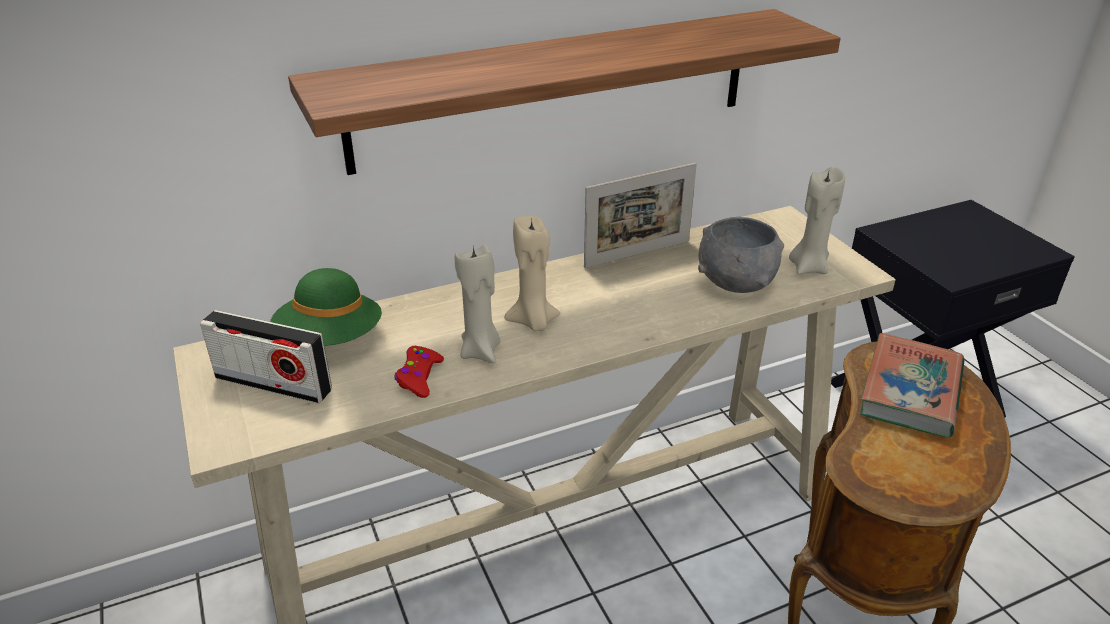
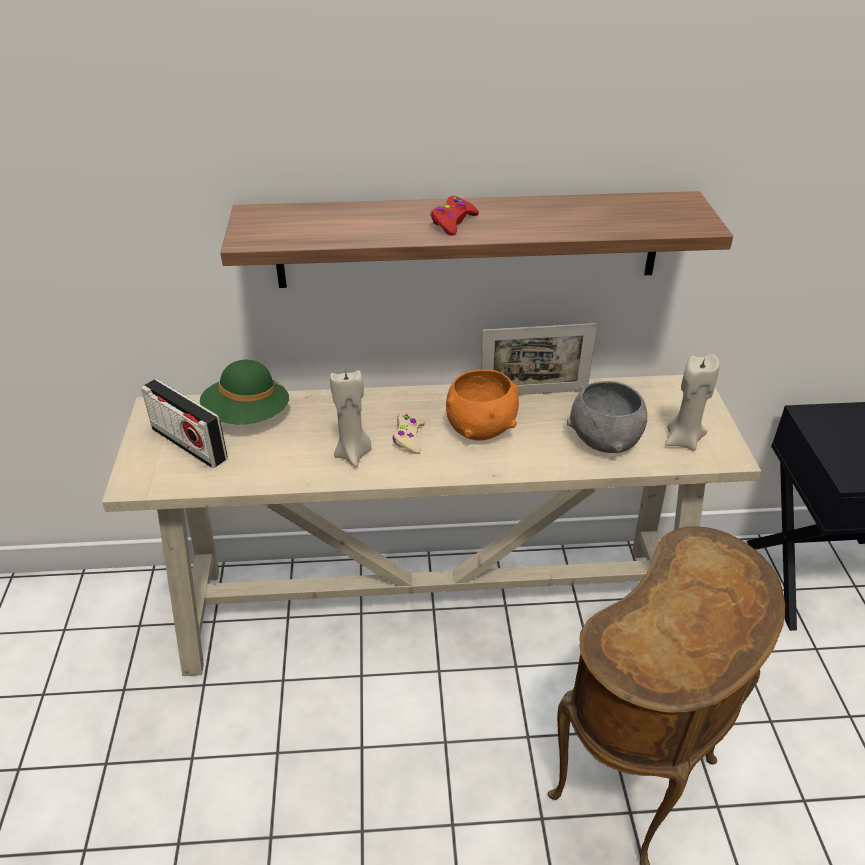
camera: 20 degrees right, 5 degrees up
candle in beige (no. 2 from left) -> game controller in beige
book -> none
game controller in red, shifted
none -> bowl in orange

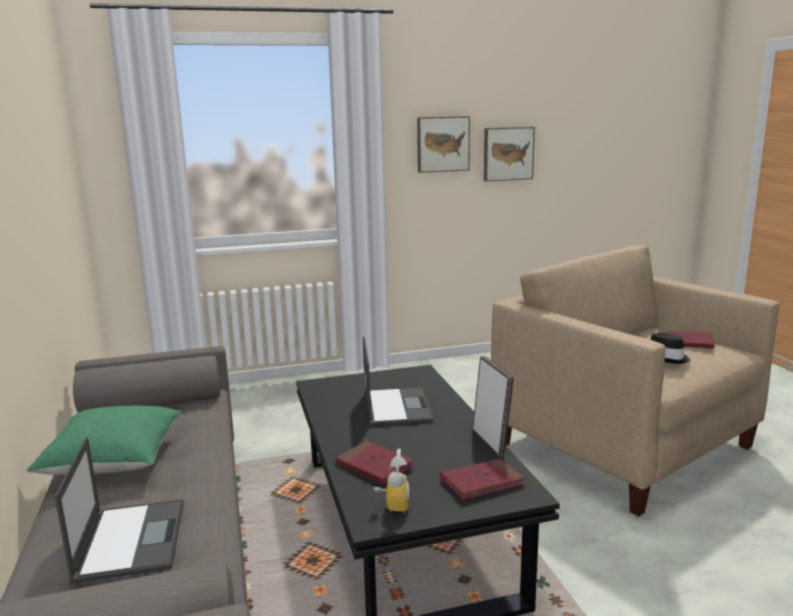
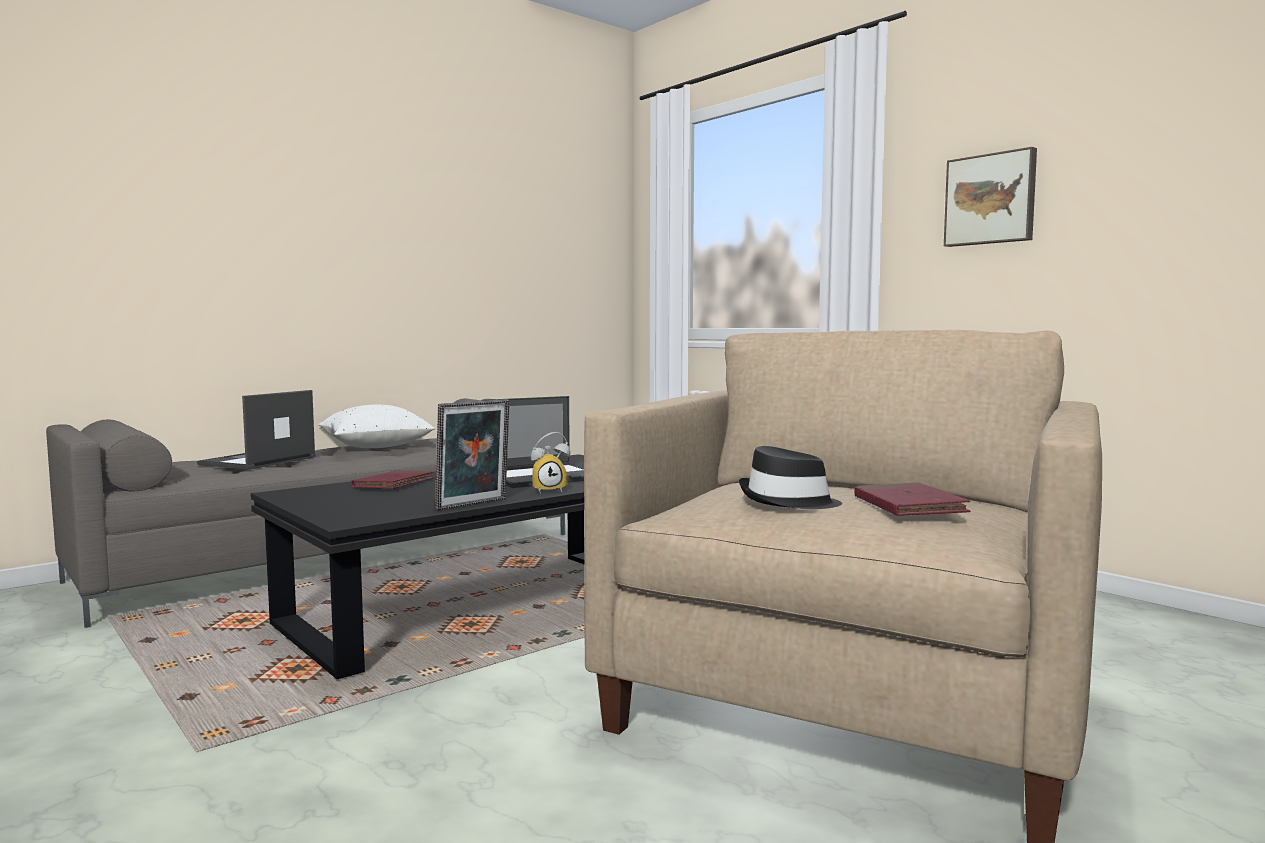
camera: 65 degrees right, 10 degrees down
picture (no. 2 from left) -> none
pillow in green -> pillow in white
laptop (no. 1 from left), 150 degrees clockwise
alarm clock, shifted
book in red (no. 2 from left) -> none

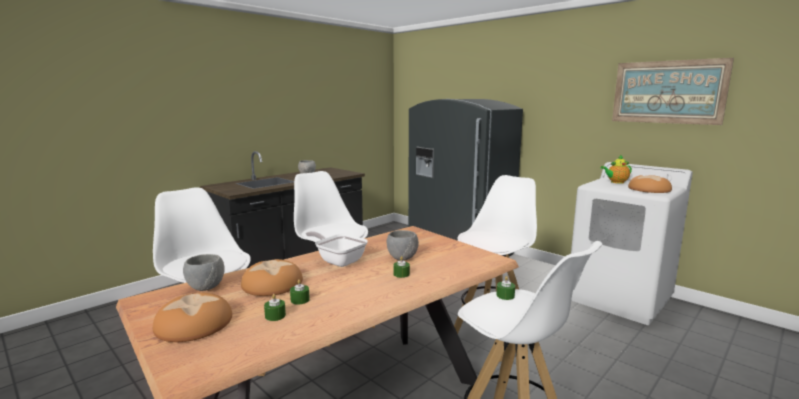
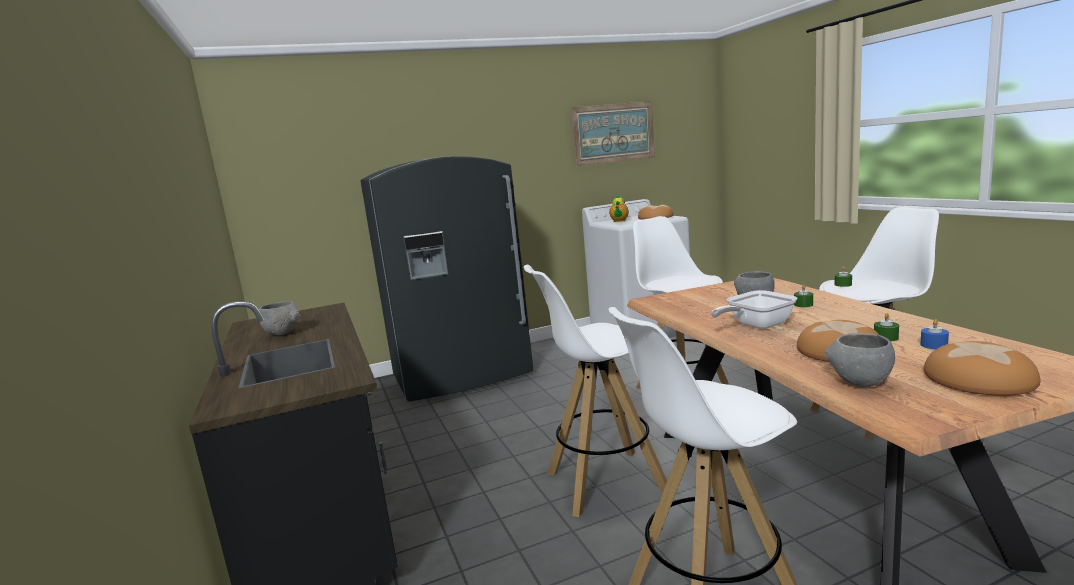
camera: 65 degrees left, 0 degrees up
candle in green (no. 1 from left) -> candle in blue

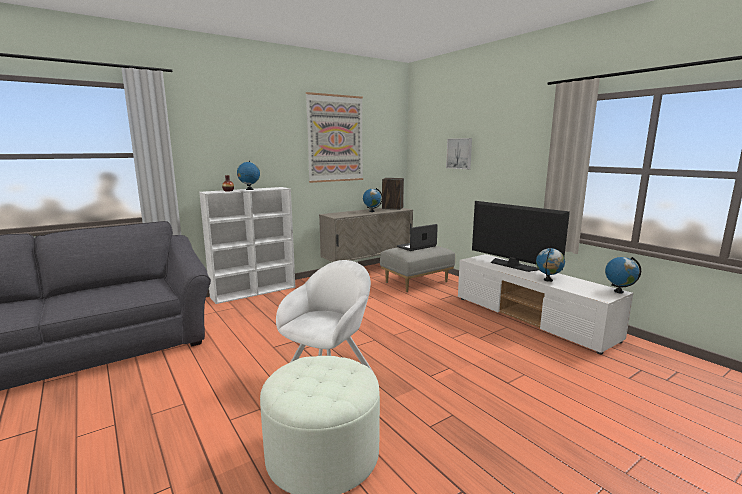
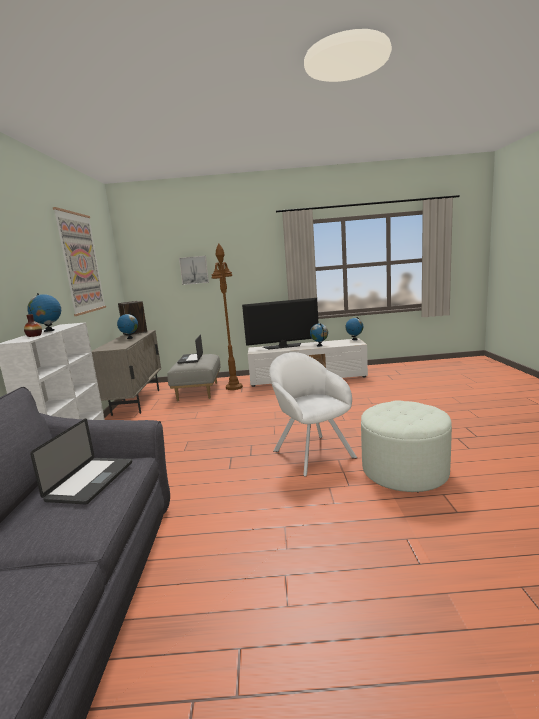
camera: 55 degrees left, 0 degrees up
none -> floor lamp in brown
none -> laptop (no. 1 from left)

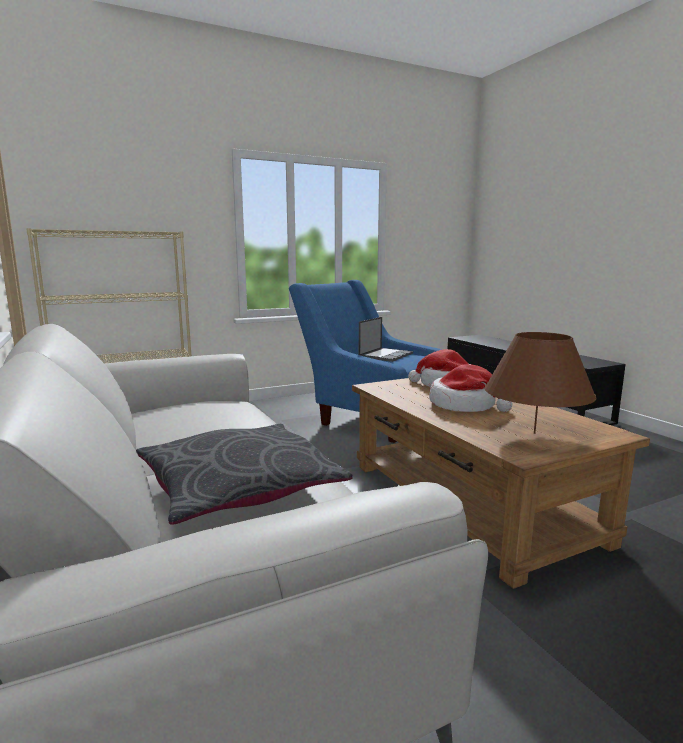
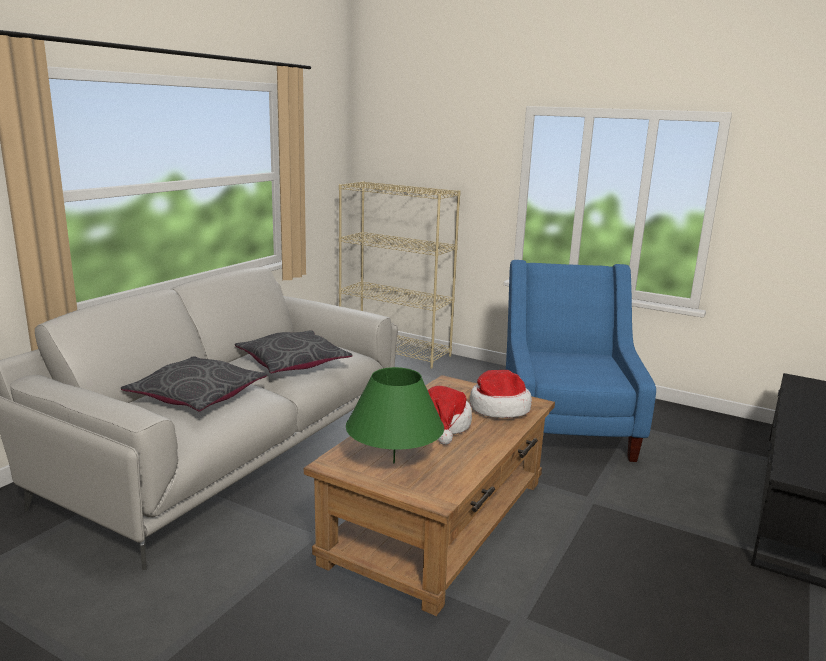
camera: 55 degrees right, 5 degrees up
laptop -> none
table lamp in brown -> table lamp in green
none -> pillow in grey (no. 2 from left)

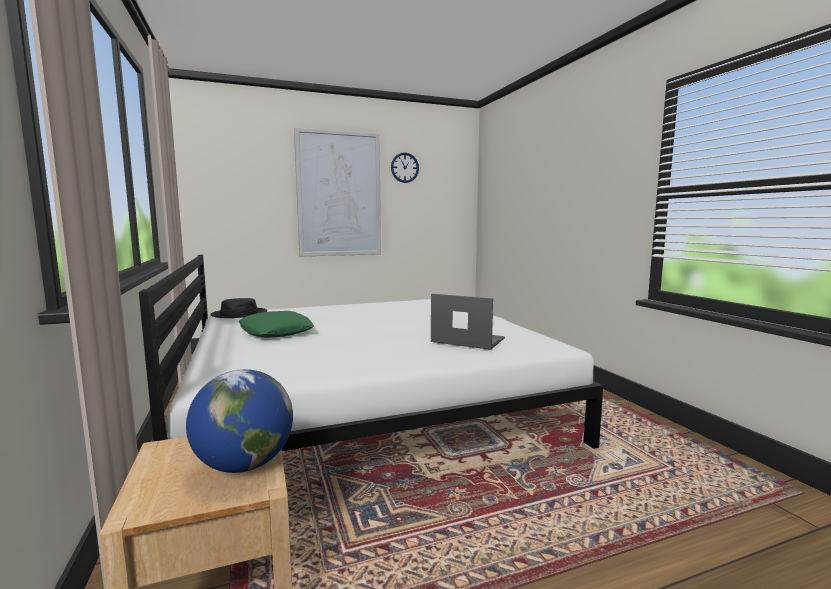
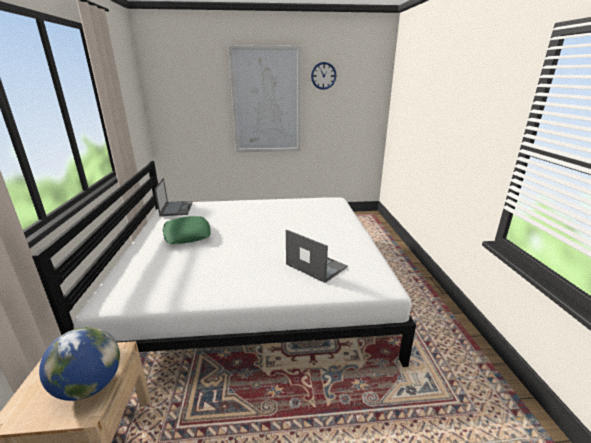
camera: 15 degrees right, 15 degrees up
hat in black -> laptop (no. 1 from left)

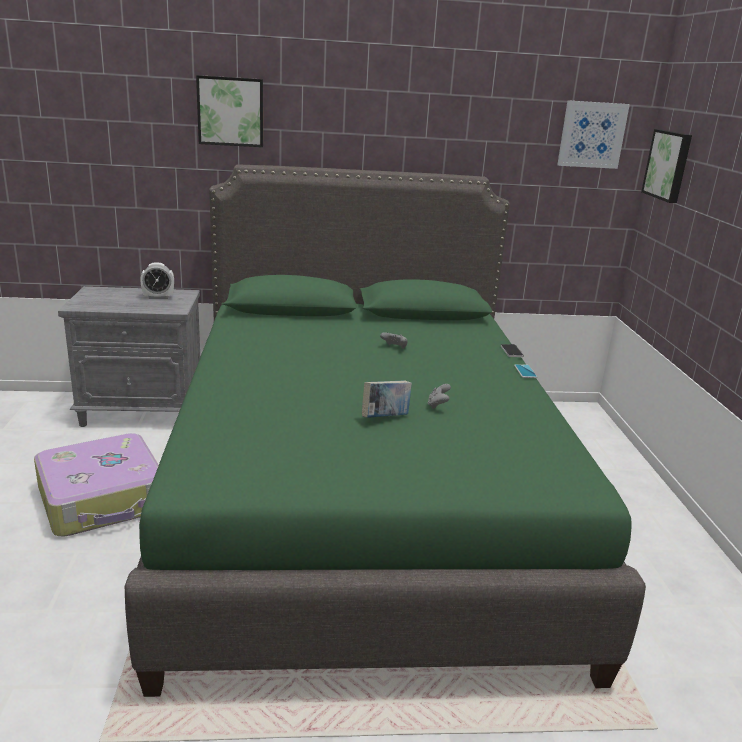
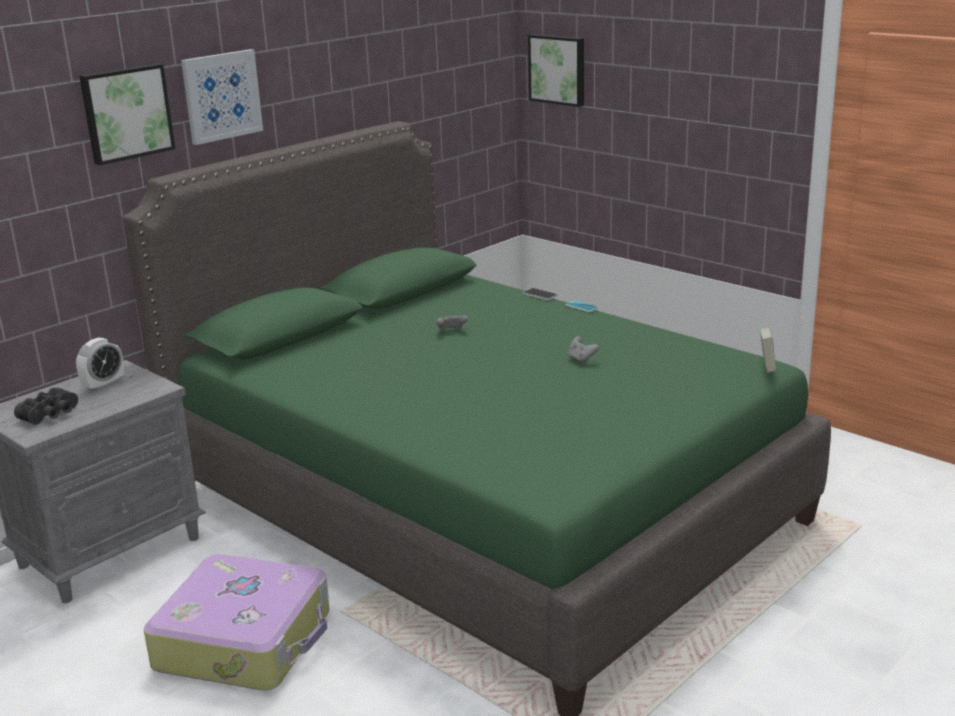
camera: 40 degrees left, 0 degrees up
picture (no. 2 from left), shifted
book, shifted
none -> binoculars in black

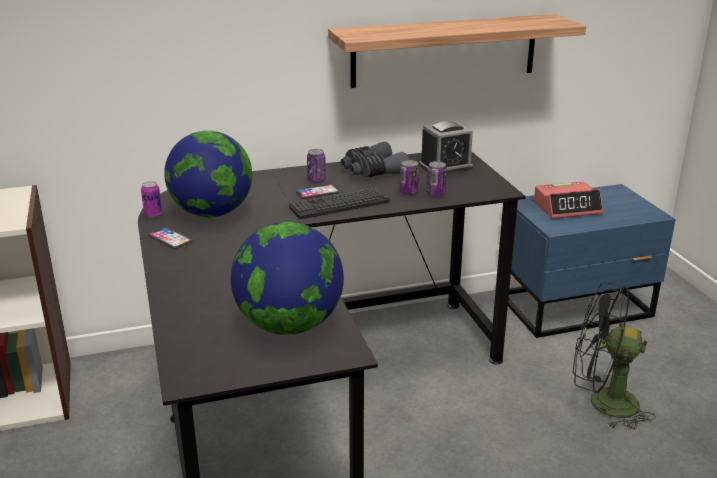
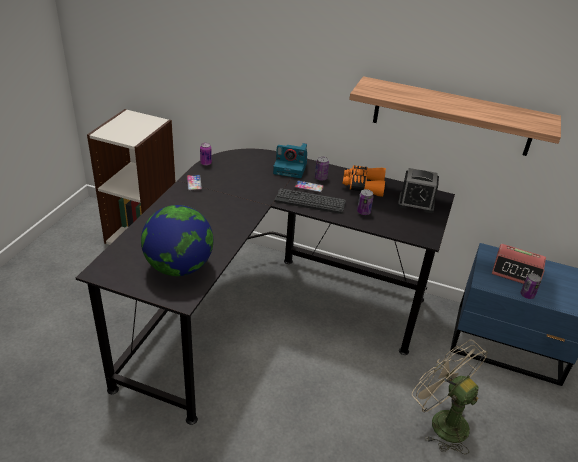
camera: 35 degrees right, 10 degrees up
globe (no. 1 from left) -> none
binoculars in grey -> binoculars in orange
can (no. 4 from left), shifted
fan in black -> fan in beige
none -> photo camera

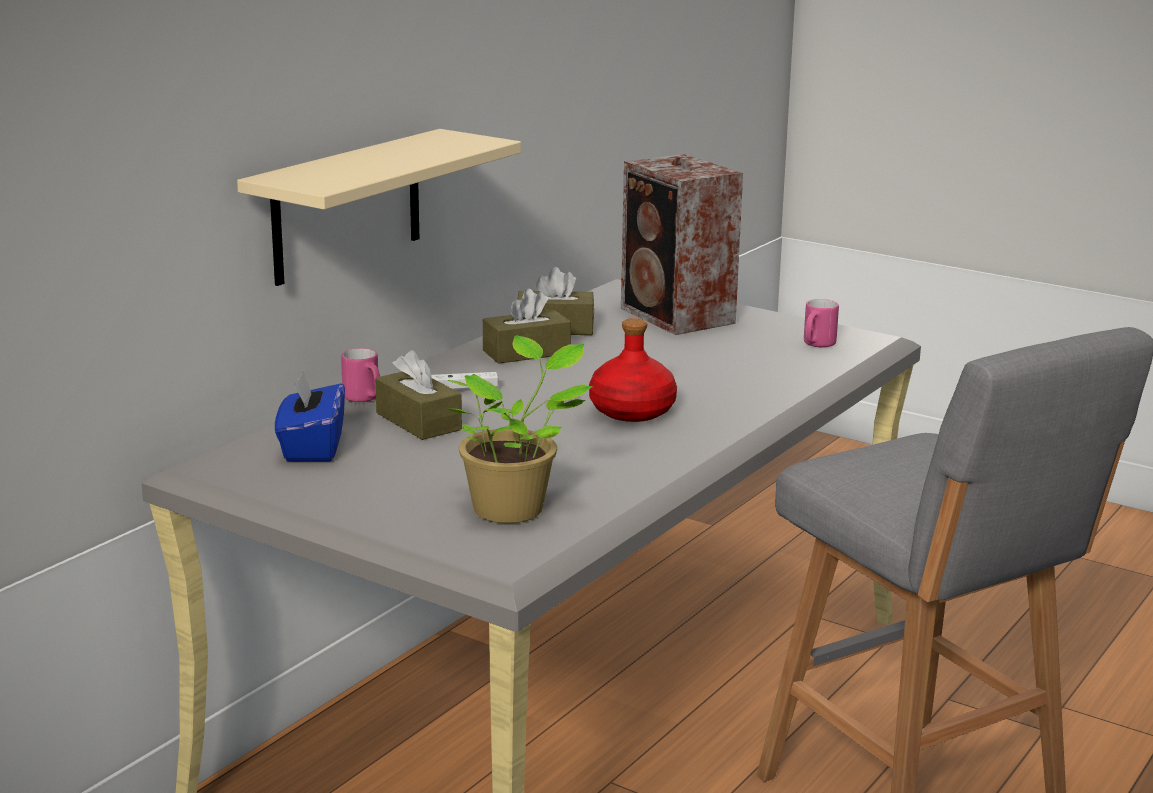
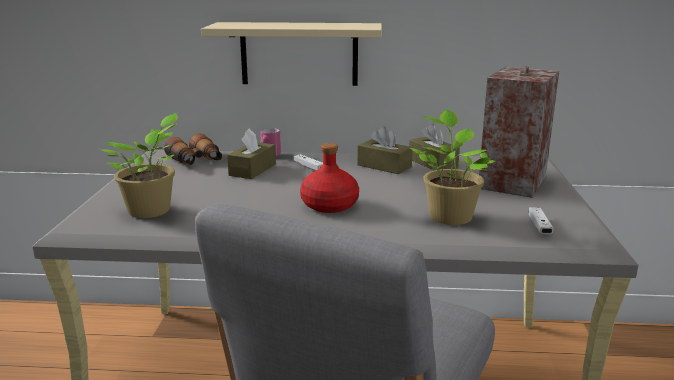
camera: 60 degrees right, 0 degrees up
mug in pink (no. 2 from left) -> game controller in white (no. 2 from left)
tissue box in blue -> binoculars
none -> potted plant (no. 2 from left)

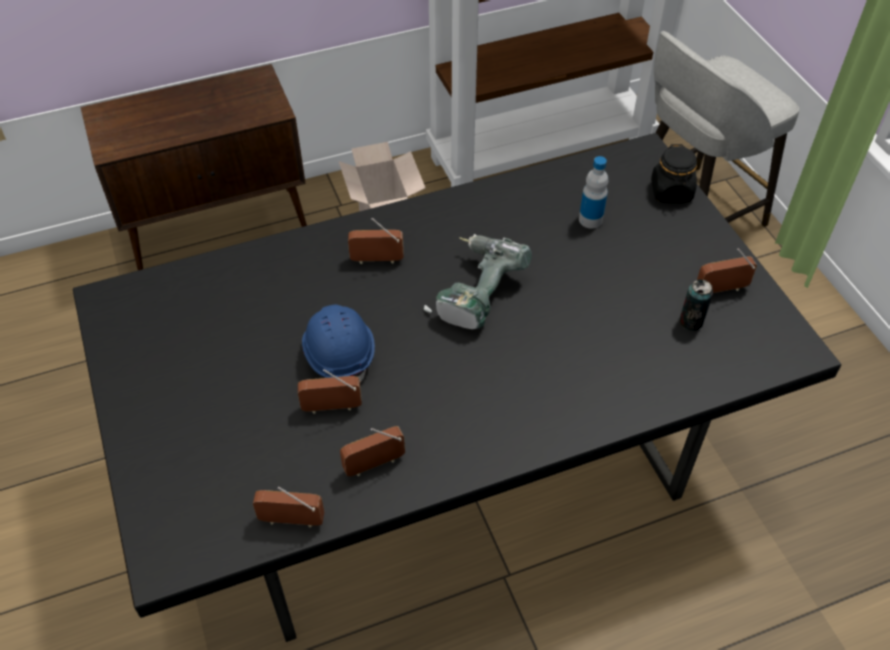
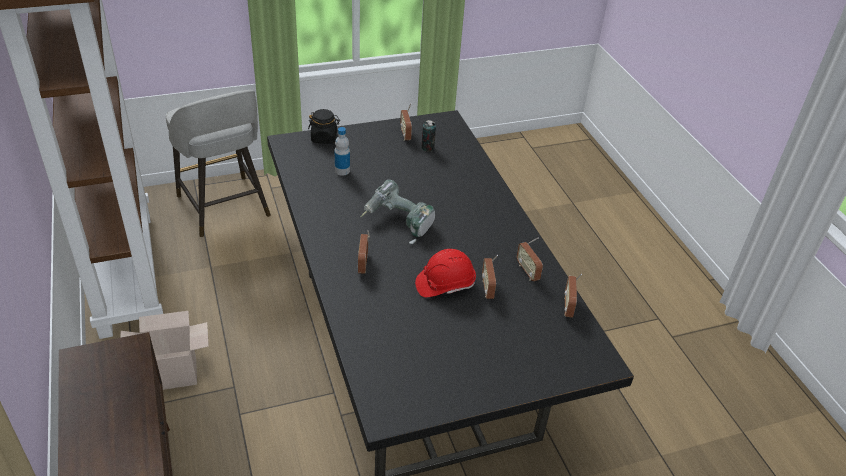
camera: 90 degrees left, 10 degrees down
hard hat in blue -> hard hat in red

